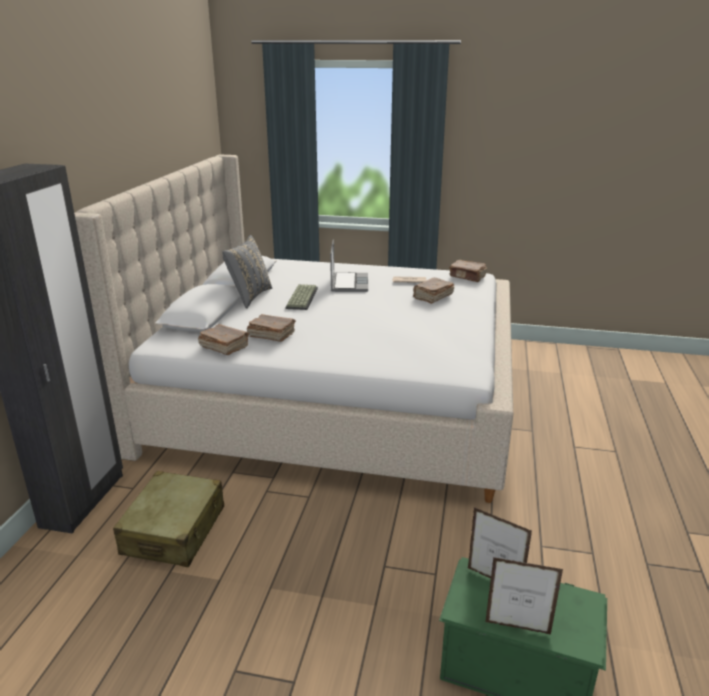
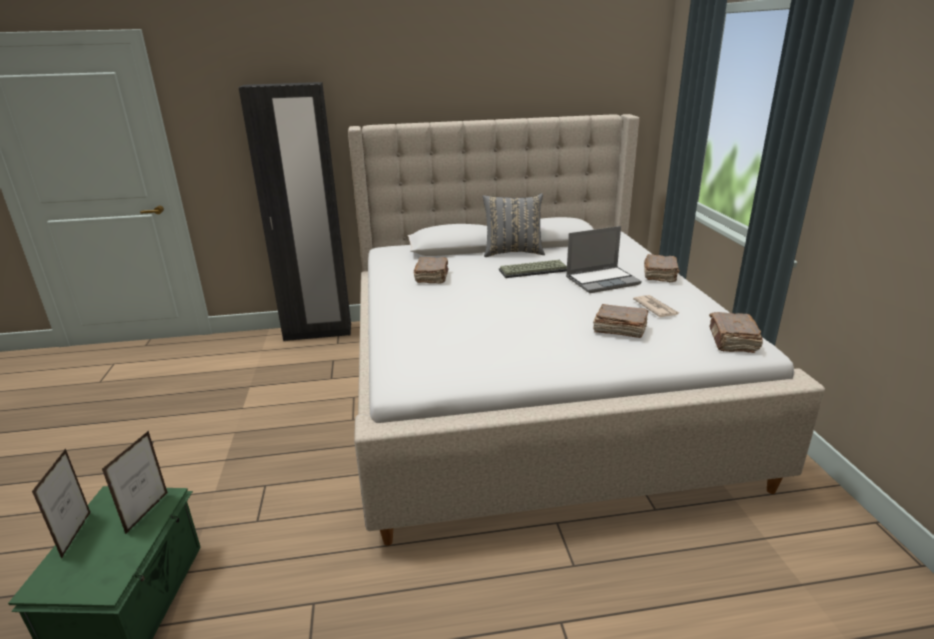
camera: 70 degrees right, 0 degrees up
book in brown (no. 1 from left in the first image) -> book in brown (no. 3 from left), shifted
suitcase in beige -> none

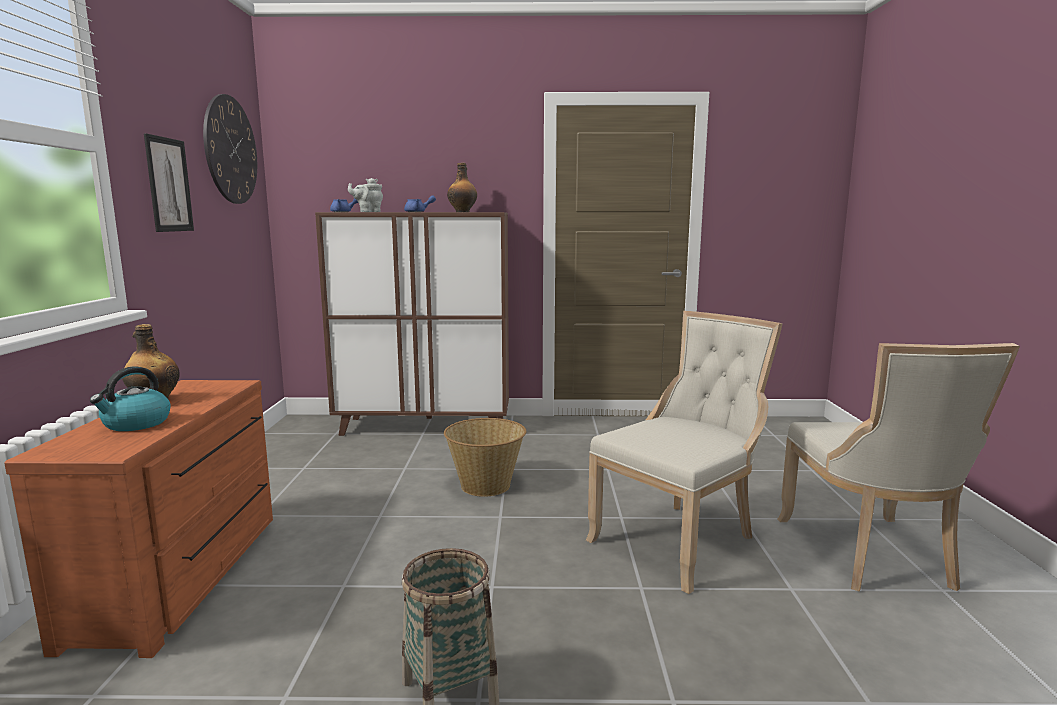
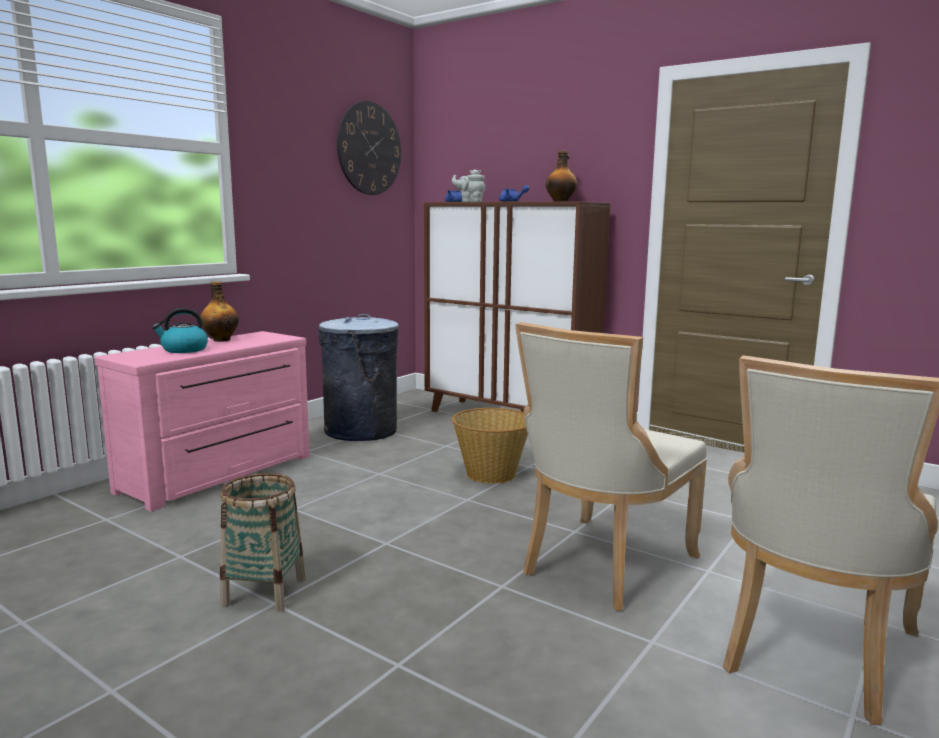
camera: 35 degrees right, 0 degrees up
picture -> none
chair in beige (no. 1 from left), 135 degrees clockwise
dresser in brown -> dresser in pink
none -> trash can in grey

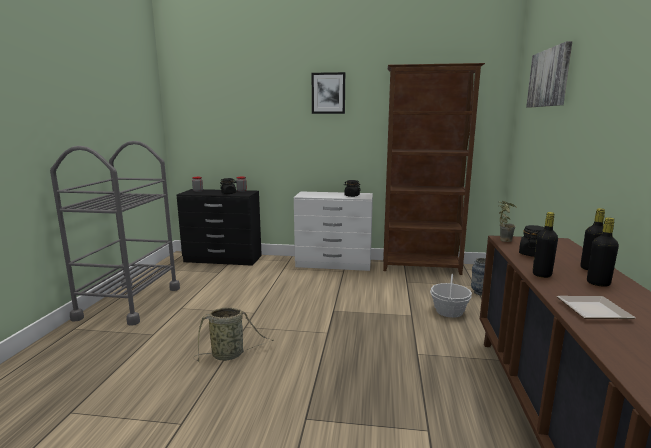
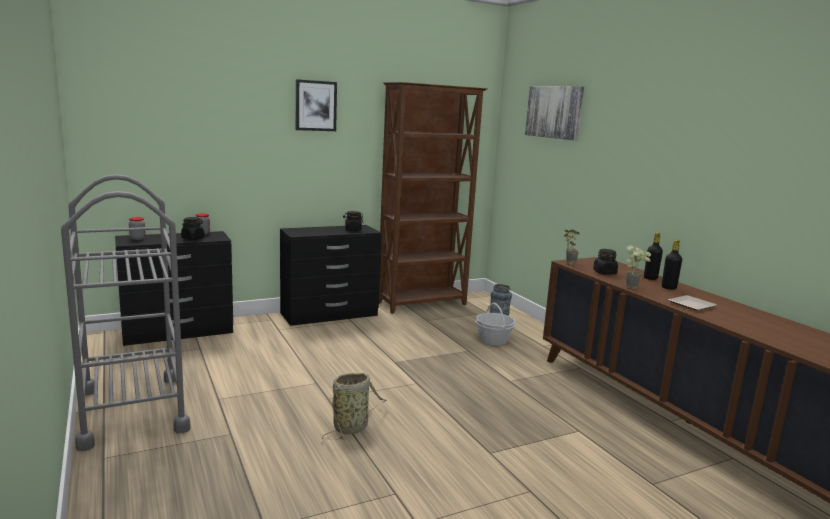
camera: 35 degrees left, 0 degrees up
dresser in white -> dresser in black (no. 2 from left)
bottle in black (no. 1 from left) -> potted plant (no. 2 from left)

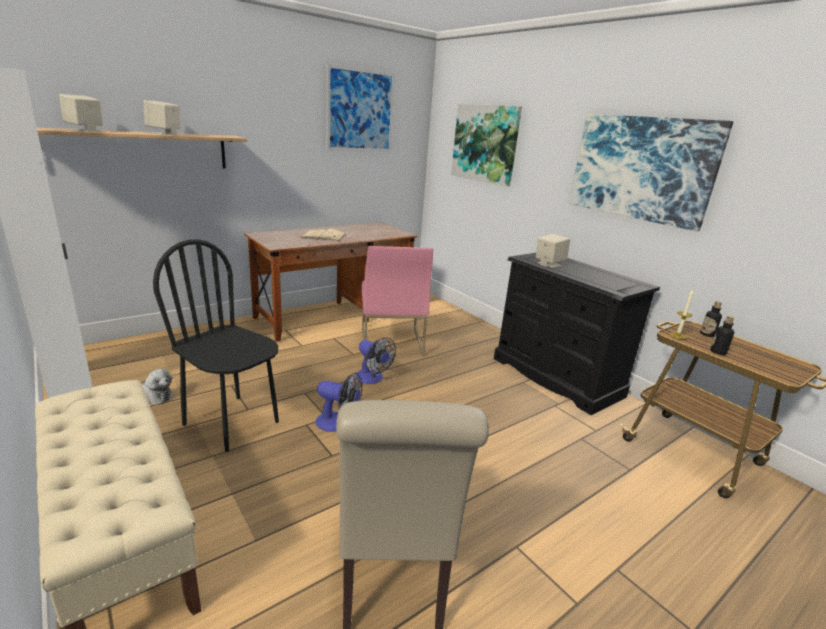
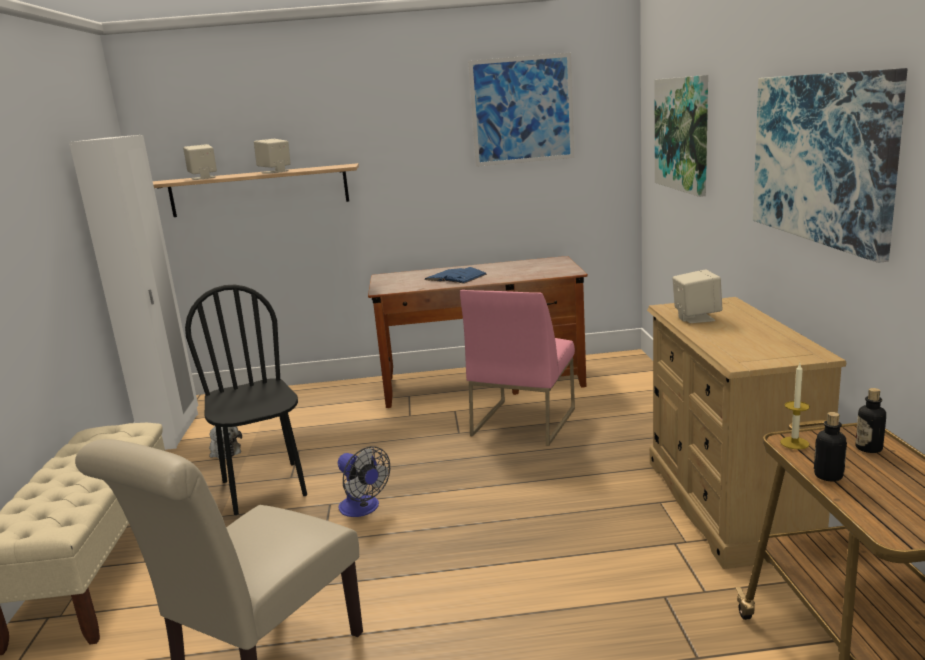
camera: 35 degrees right, 5 degrees down
book in beige -> book in blue
dresser in black -> dresser in beige
fan (no. 2 from left) -> none

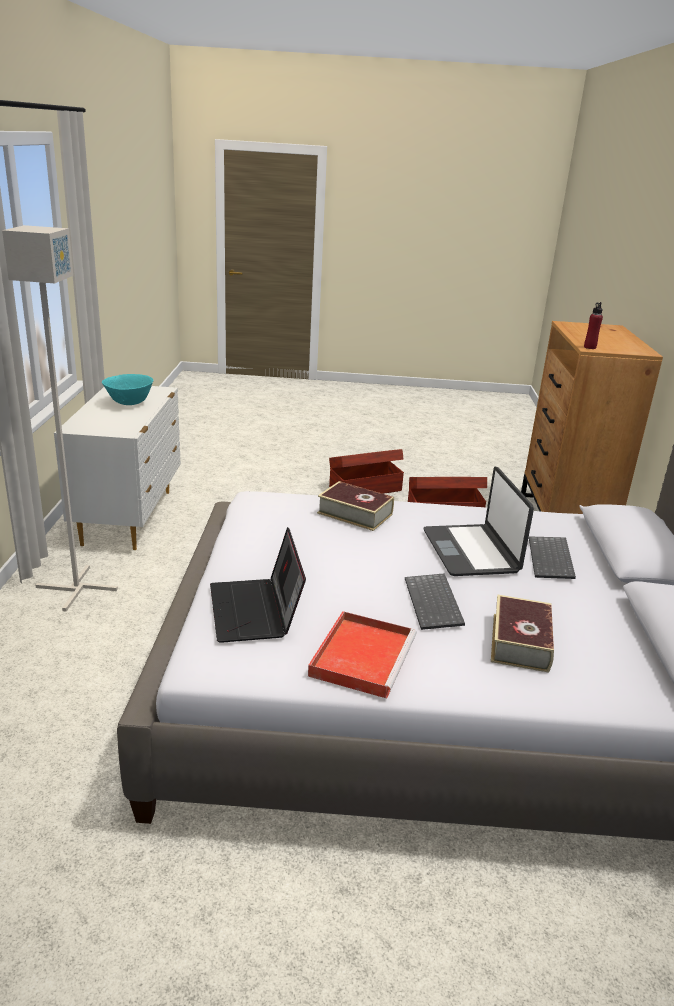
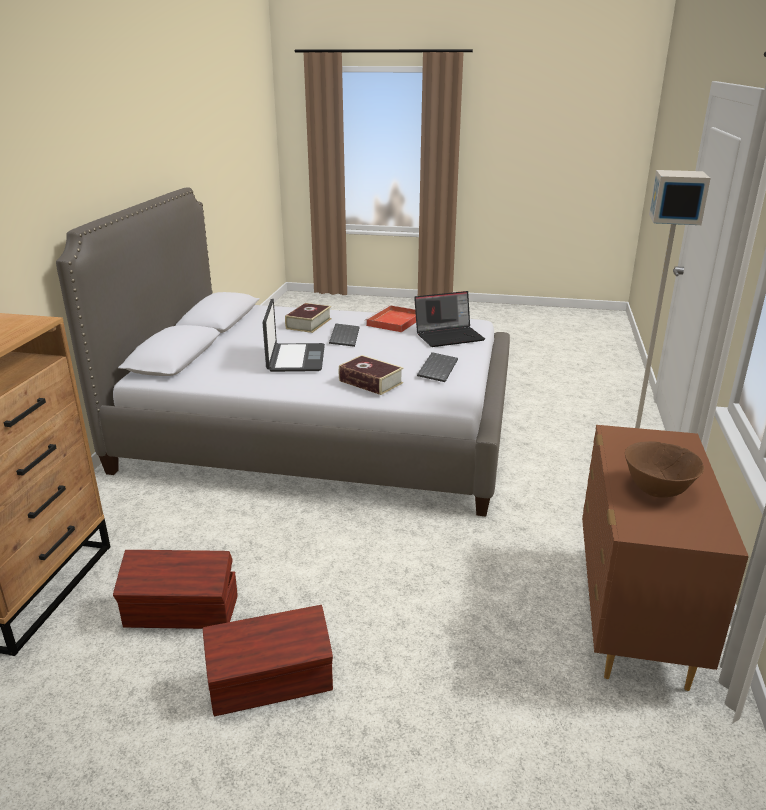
camera: 170 degrees left, 0 degrees up
bottle in red -> none
bowl in turquoise -> bowl in brown
dresser in white -> dresser in brown (no. 2 from left)
laptop (no. 1 from left in the first image) -> laptop (no. 2 from left), 75 degrees clockwise
keyboard (no. 2 from left), shifted

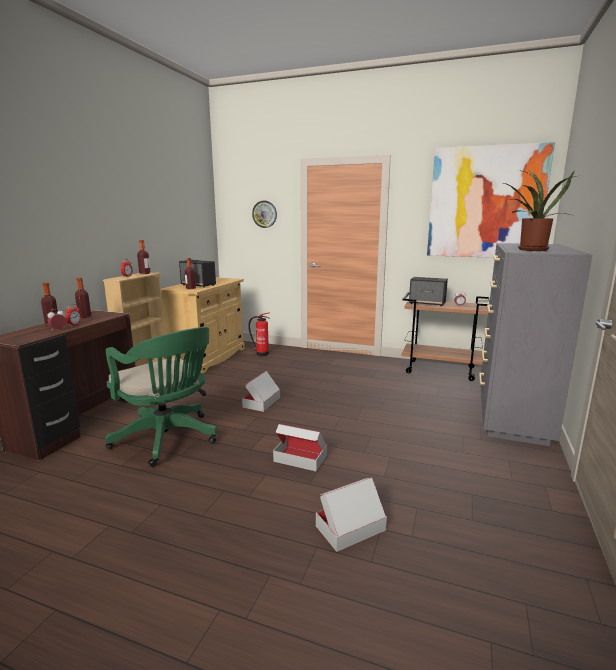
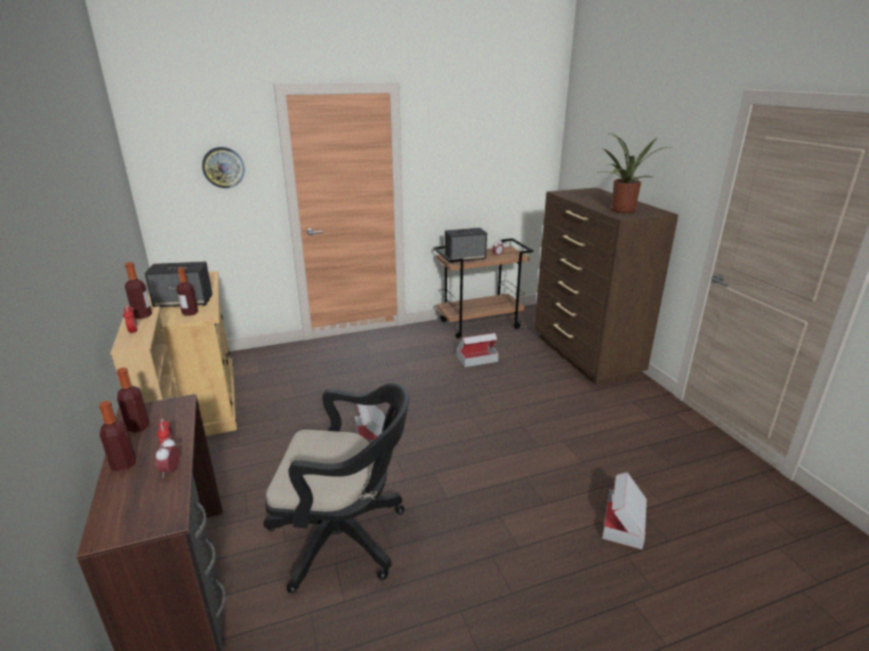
camera: 40 degrees left, 10 degrees up
picture -> none
dresser in grey -> dresser in brown
fire extinguisher -> none
office chair in green -> office chair in black
cardboard box (no. 2 from left), shifted

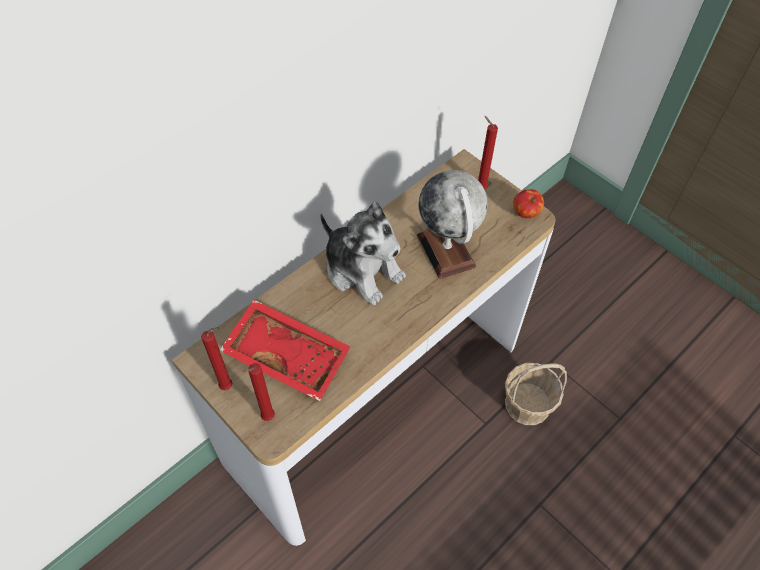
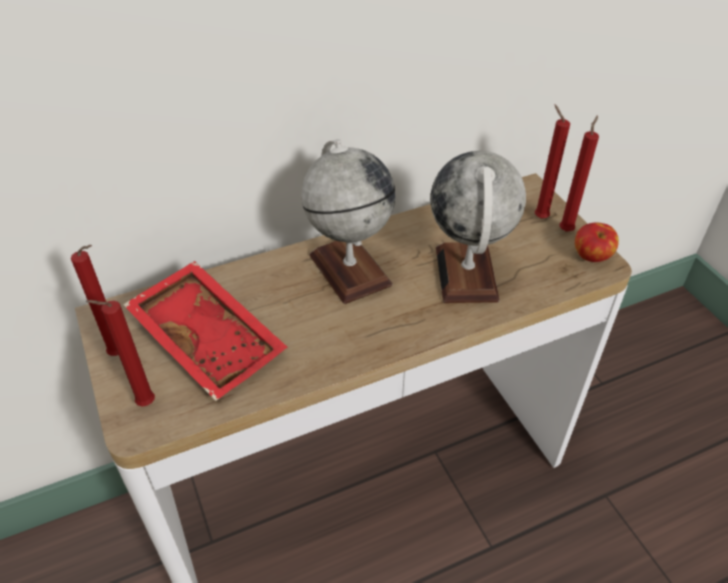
camera: 20 degrees right, 10 degrees down
plush toy -> globe (no. 1 from left)
basket -> none
none -> candle in red (no. 4 from left)

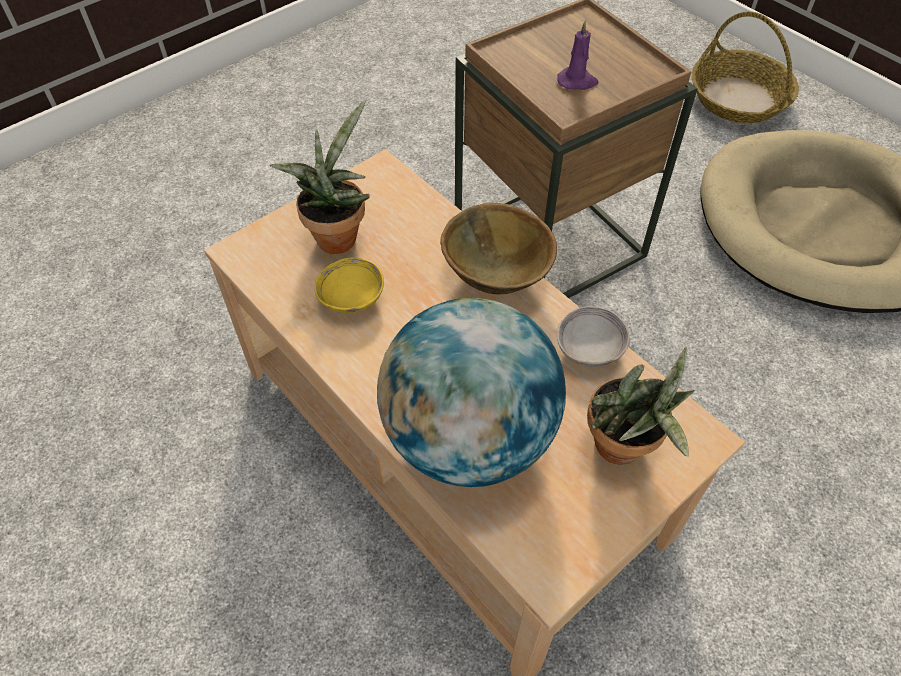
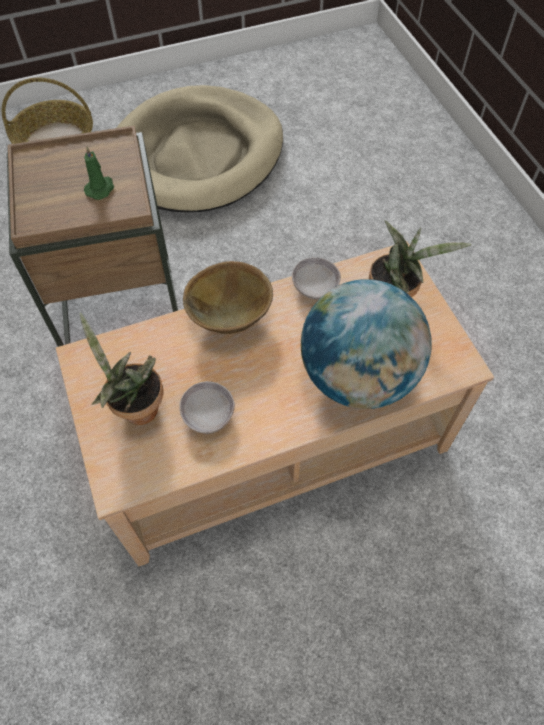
camera: 70 degrees left, 5 degrees up
candle in purple -> candle in green
bowl in yellow -> bowl in grey (no. 1 from left)

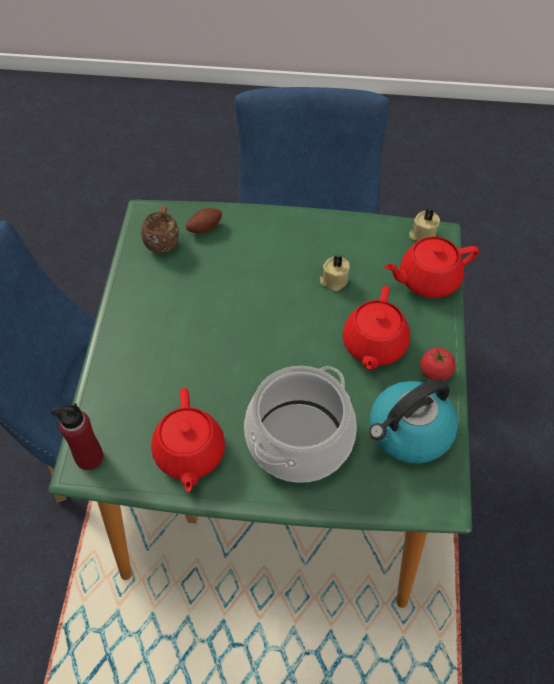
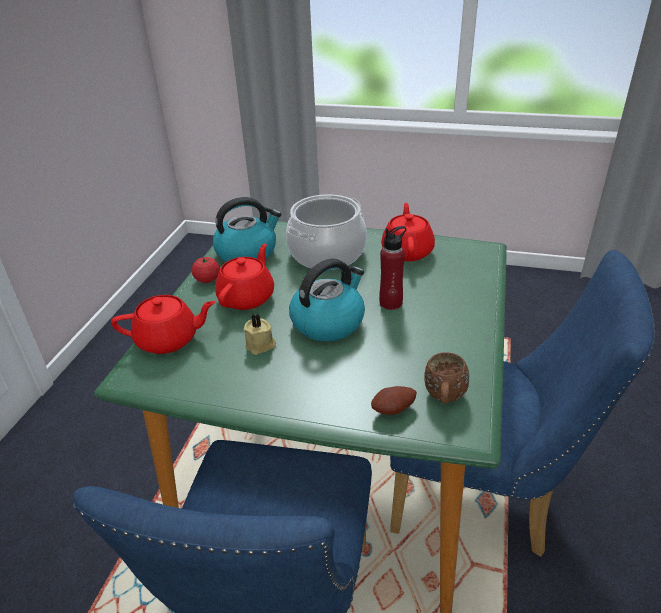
camera: 170 degrees left, 20 degrees down
candle in beige (no. 2 from left) -> none
bottle in red, shifted
none -> kettle (no. 2 from left)

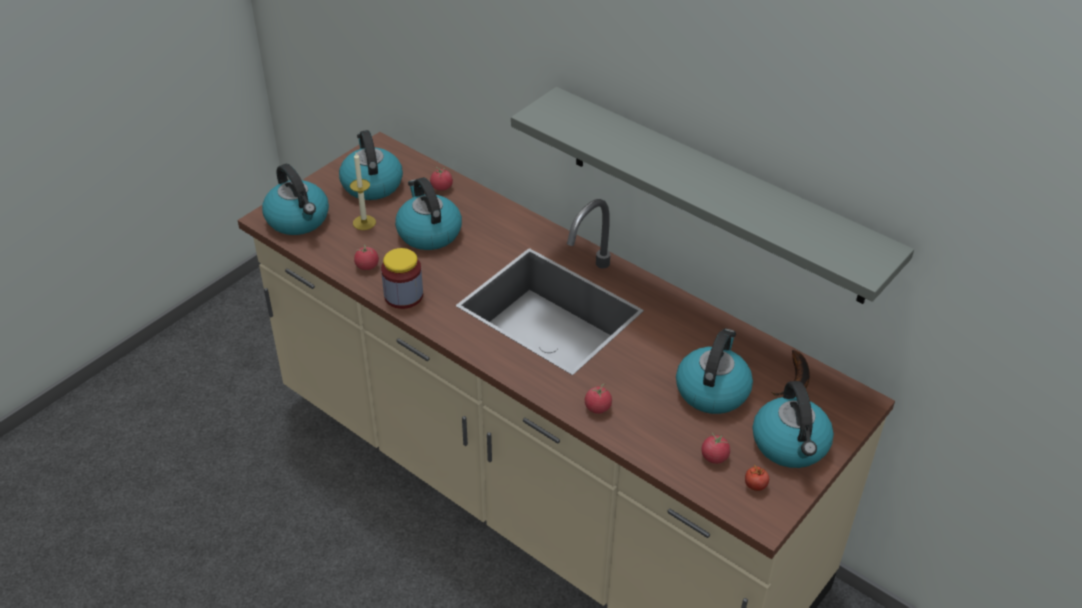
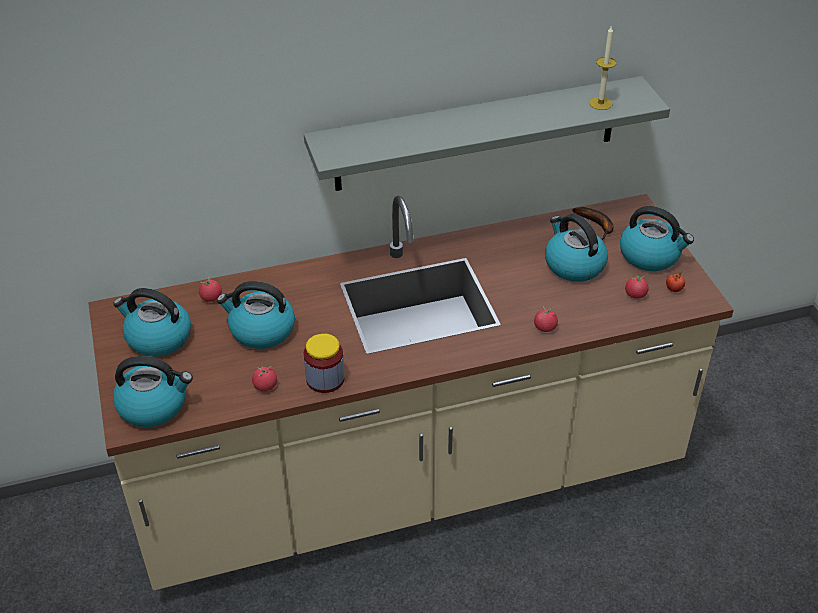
camera: 55 degrees left, 0 degrees up
candle, shifted

